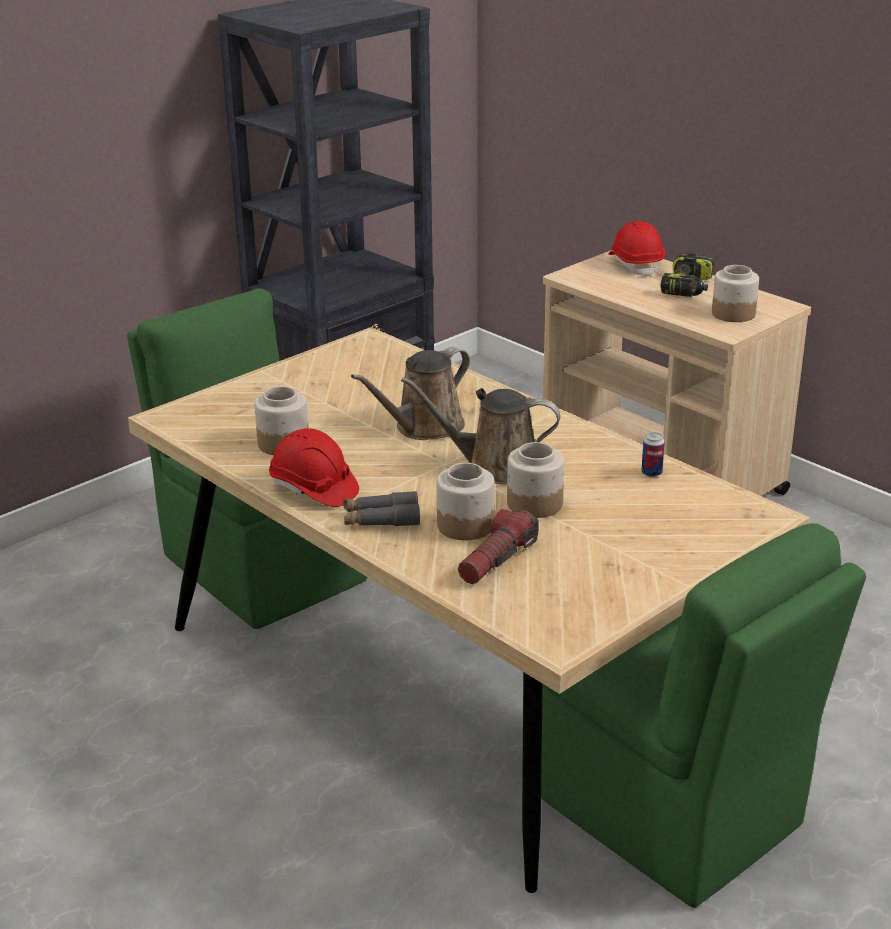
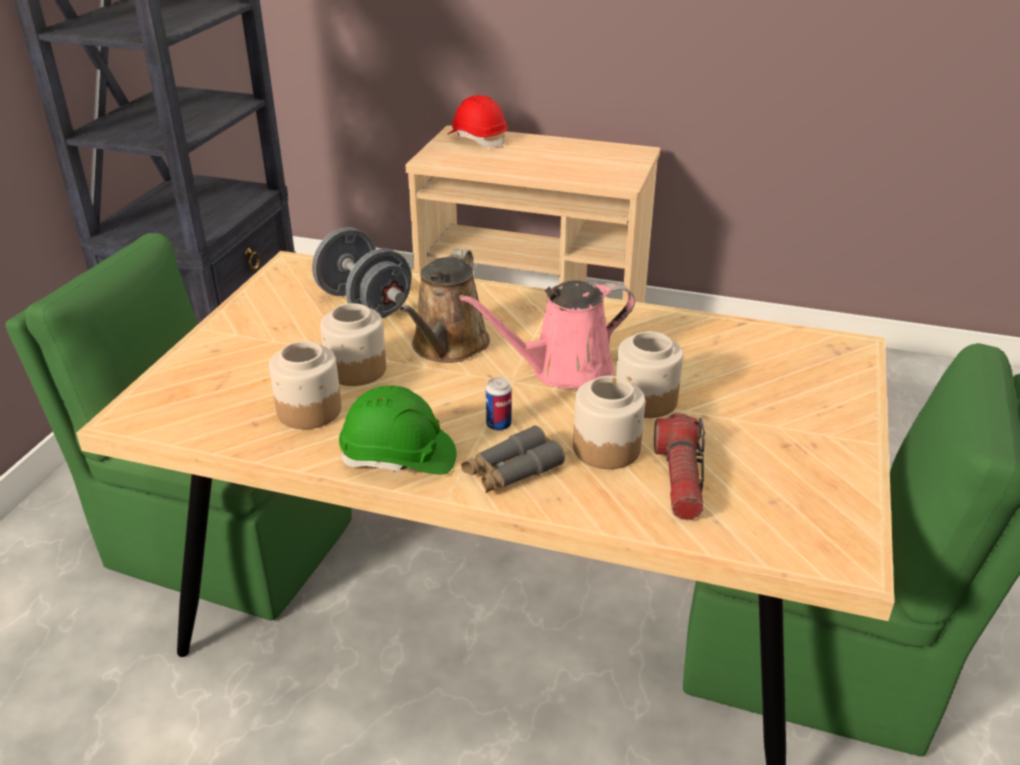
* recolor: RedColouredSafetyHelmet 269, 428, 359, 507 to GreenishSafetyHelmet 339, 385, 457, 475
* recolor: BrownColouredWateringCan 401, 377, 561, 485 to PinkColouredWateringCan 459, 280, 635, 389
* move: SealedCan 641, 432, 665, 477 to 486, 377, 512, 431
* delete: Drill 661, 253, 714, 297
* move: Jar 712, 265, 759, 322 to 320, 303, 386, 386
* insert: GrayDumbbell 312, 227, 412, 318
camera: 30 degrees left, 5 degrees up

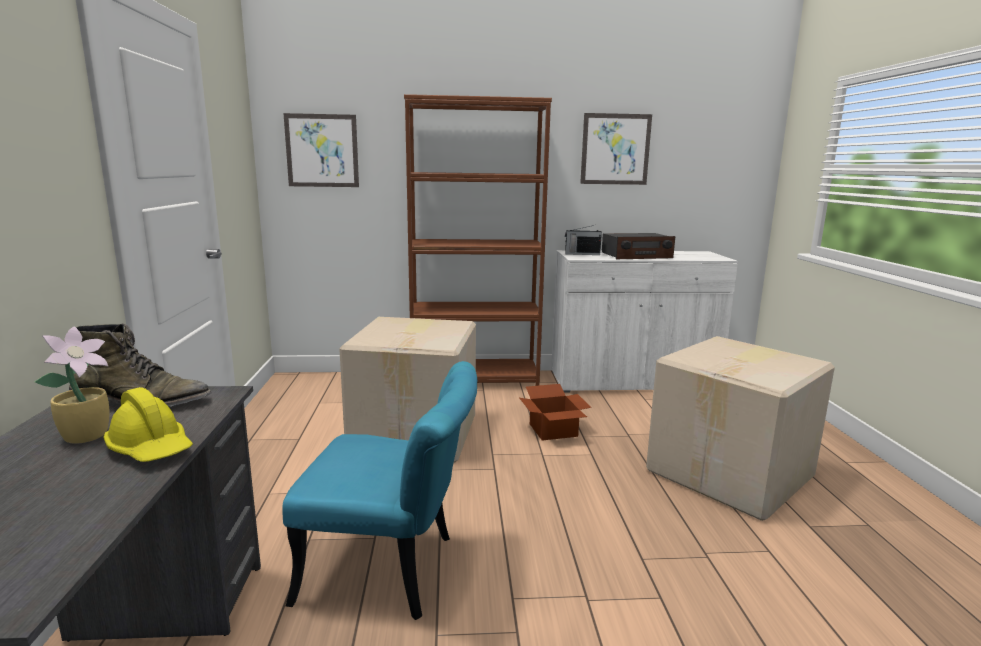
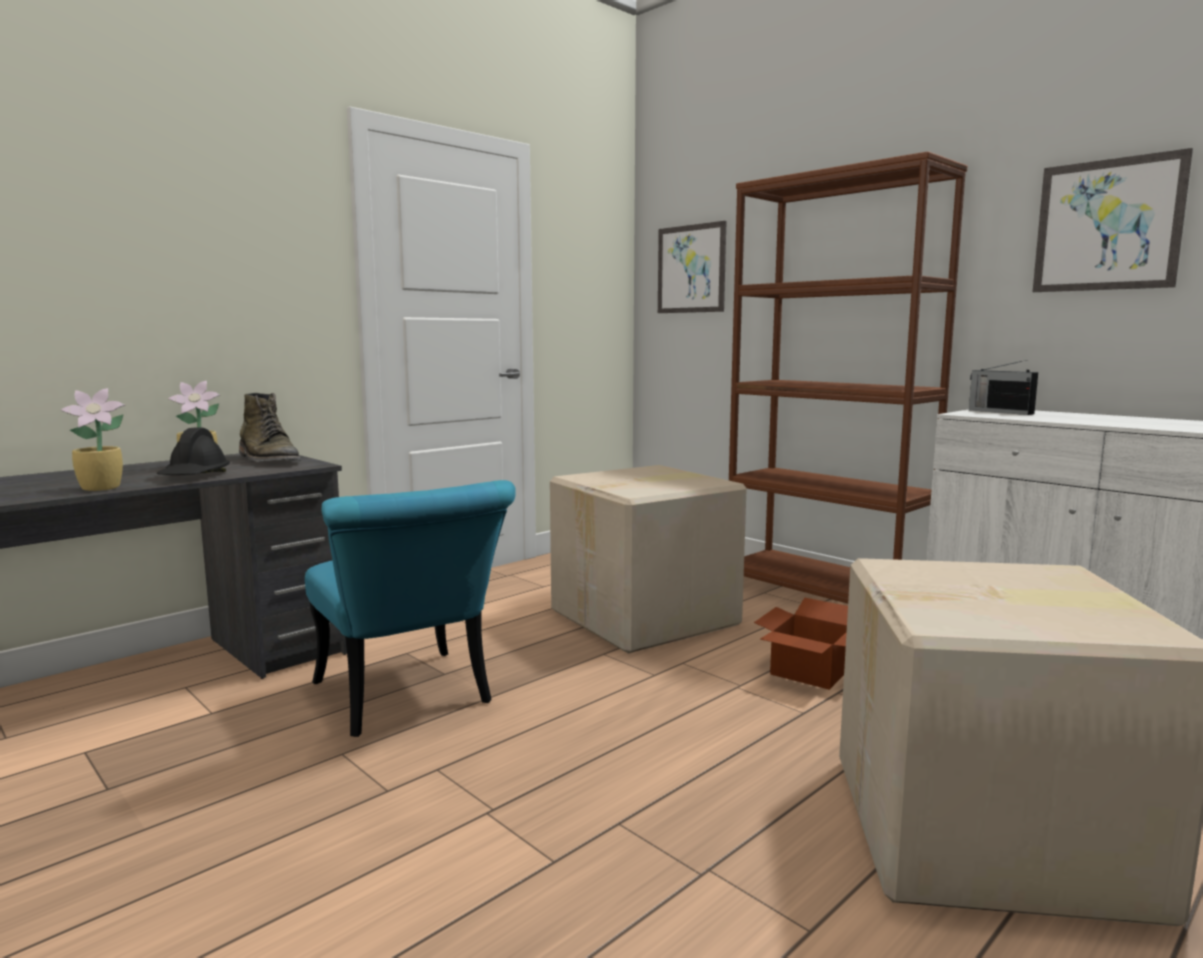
* recolor: YellowishSafetyHelmet 103, 387, 193, 462 to BlackishSafetyHelmet 157, 428, 230, 475
* delete: Radio 602, 233, 675, 259
* insert: PottedPlant 60, 388, 125, 491
camera: 50 degrees right, 5 degrees down

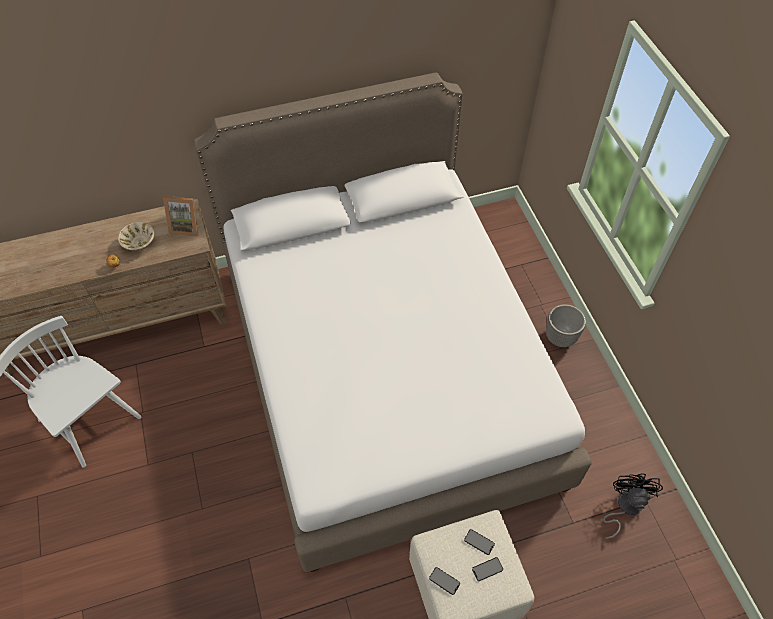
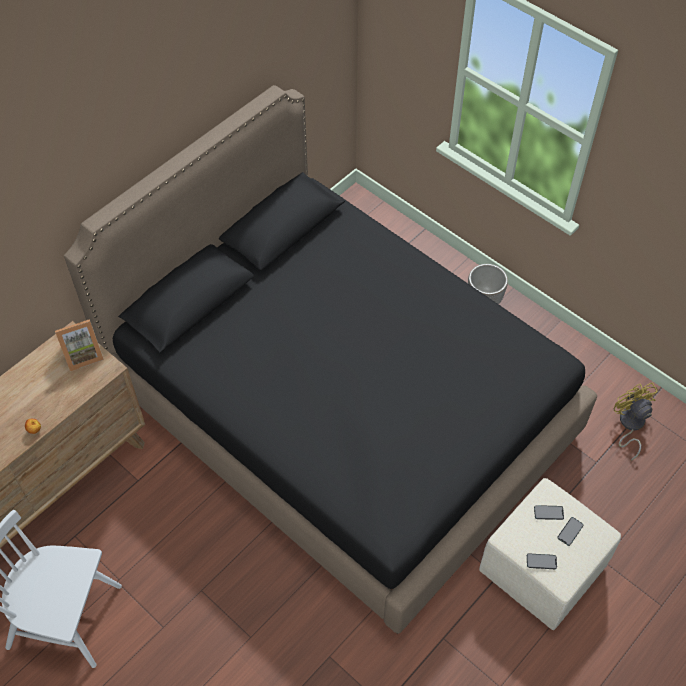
* delete: SandColouredBowl 118, 222, 155, 250
* recolor: WhiteBed 194, 72, 592, 572 to BlackishBed 64, 85, 597, 634
* recolor: BlackishFan 603, 474, 663, 539 to YellowishFan 613, 382, 657, 461
camera: 30 degrees left, 0 degrees up

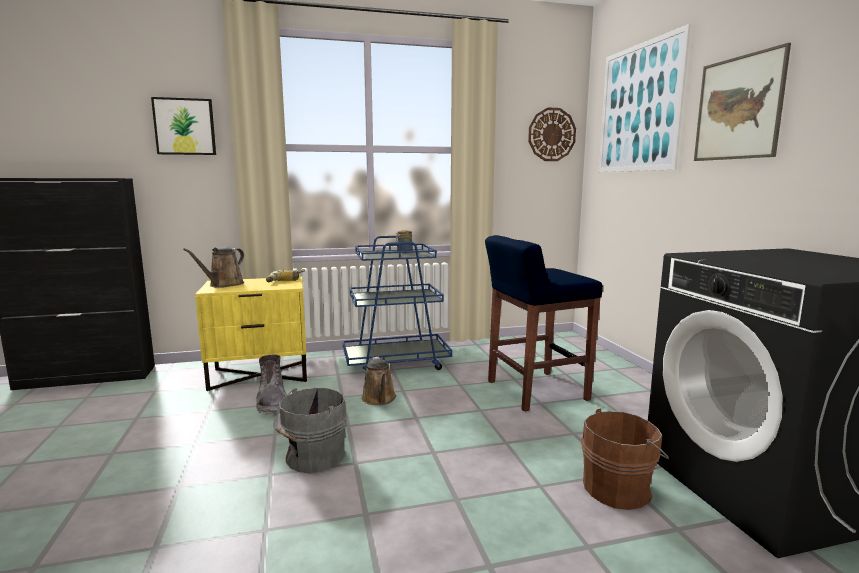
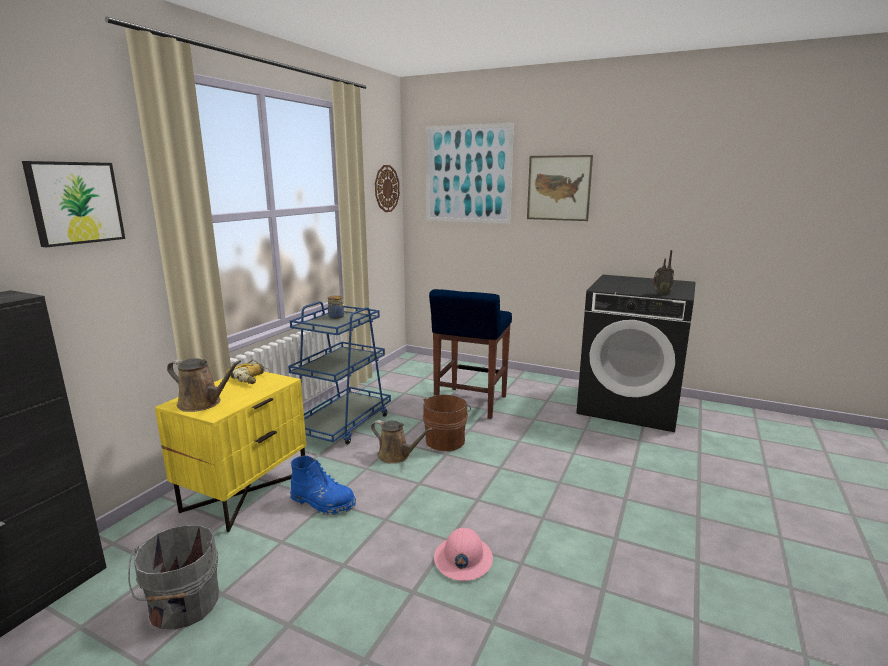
* rotate: BrownColouredWateringCan 183, 247, 244, 288 = 167, 358, 241, 412 45 degrees counterclockwise
* recolor: GrayBoot 256, 355, 287, 415 to BluishBoot 290, 456, 356, 515
* move: GrayBucket 273, 387, 347, 473 to 128, 525, 219, 629
* move: BrownColouredBucket 581, 409, 669, 510 to 423, 394, 471, 451
* insert: PinkColouredSafetyHelmet 434, 528, 493, 581
* insert: Radio 653, 250, 674, 295
camera: 50 degrees left, 5 degrees up

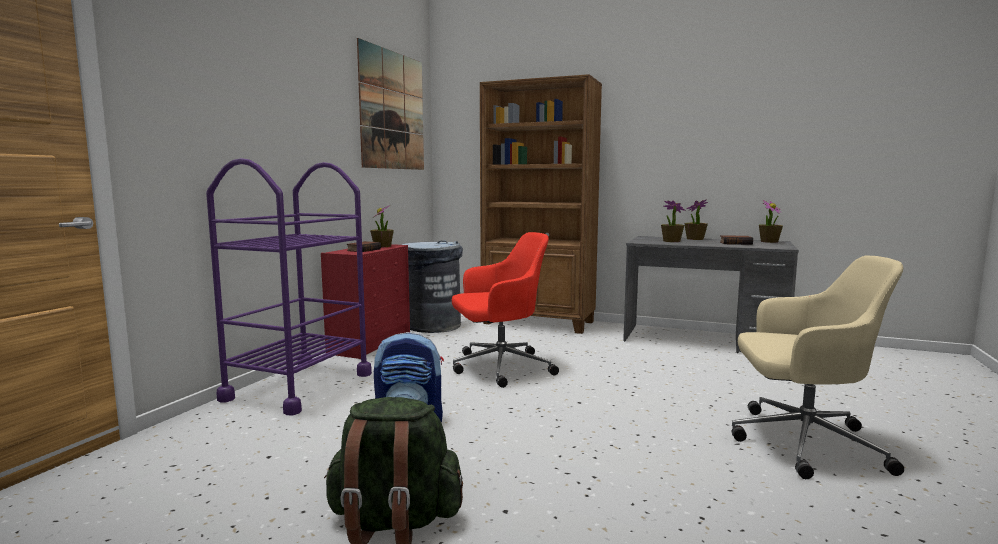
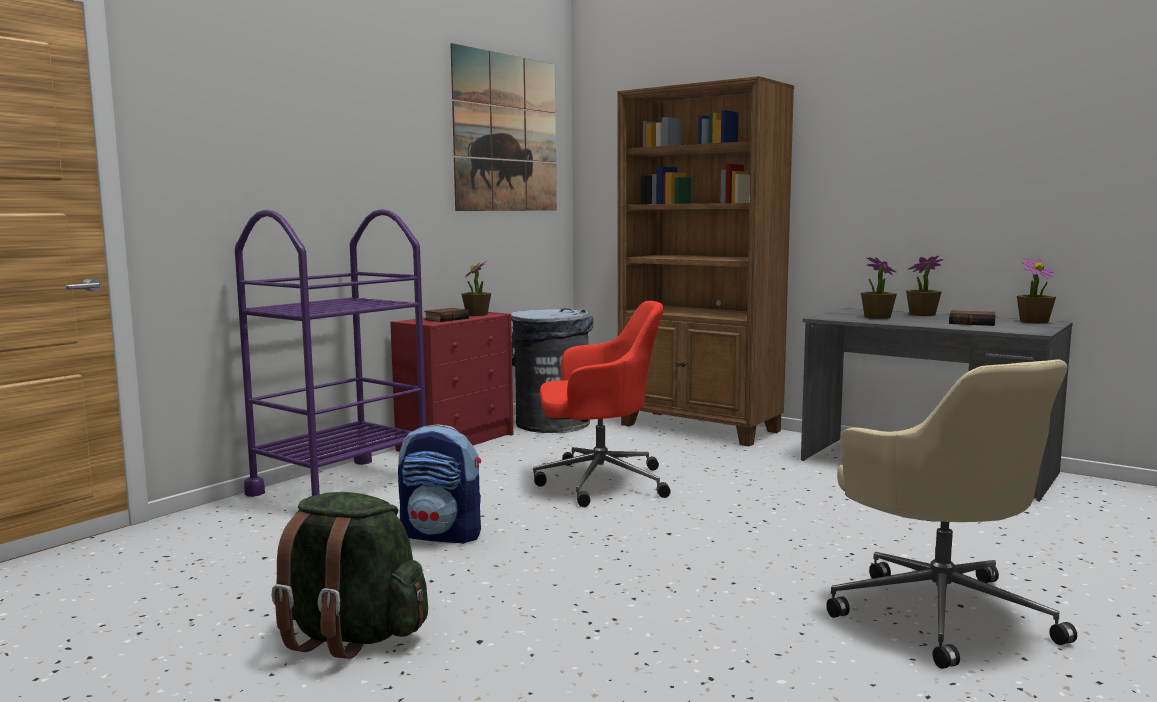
* rotate: SandColouredOfficeChair 732, 256, 904, 479 = 826, 360, 1077, 669 45 degrees clockwise
camera: 15 degrees right, 0 degrees up

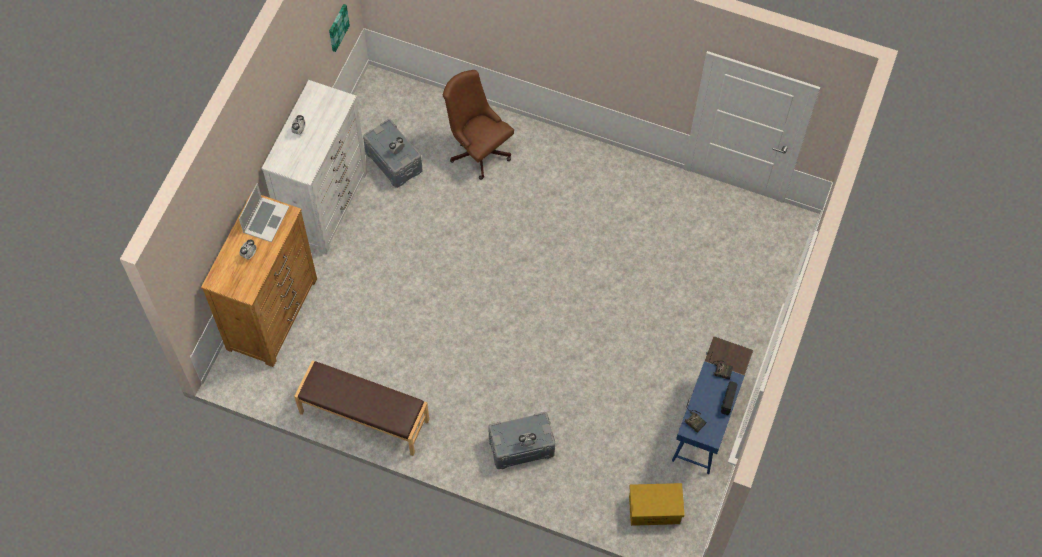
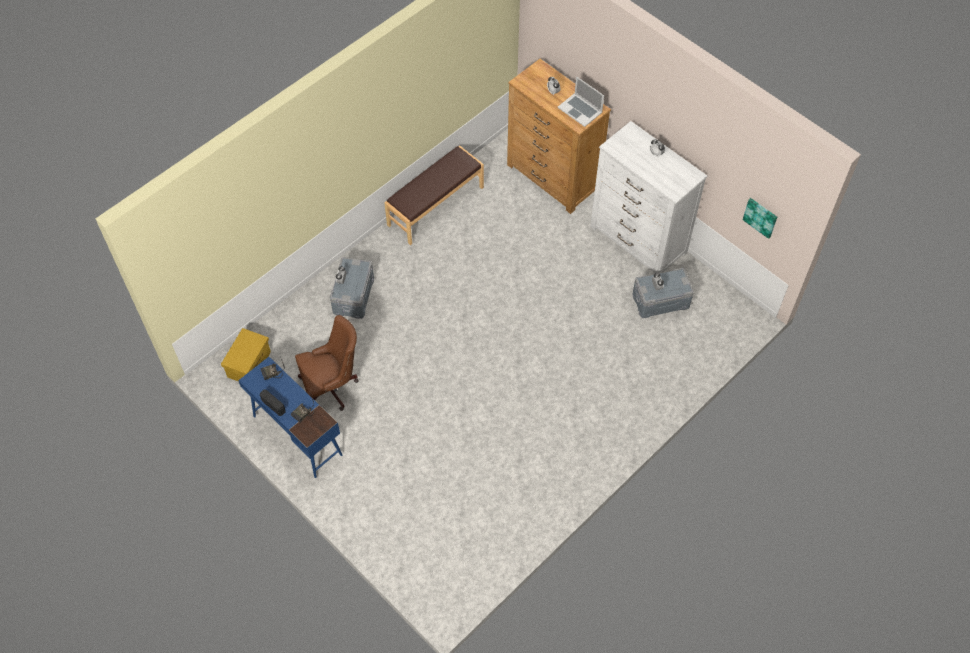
* move: BrownColouredOfficeChair 442, 70, 514, 180 to 295, 315, 359, 411
camera: 115 degrees right, 5 degrees down

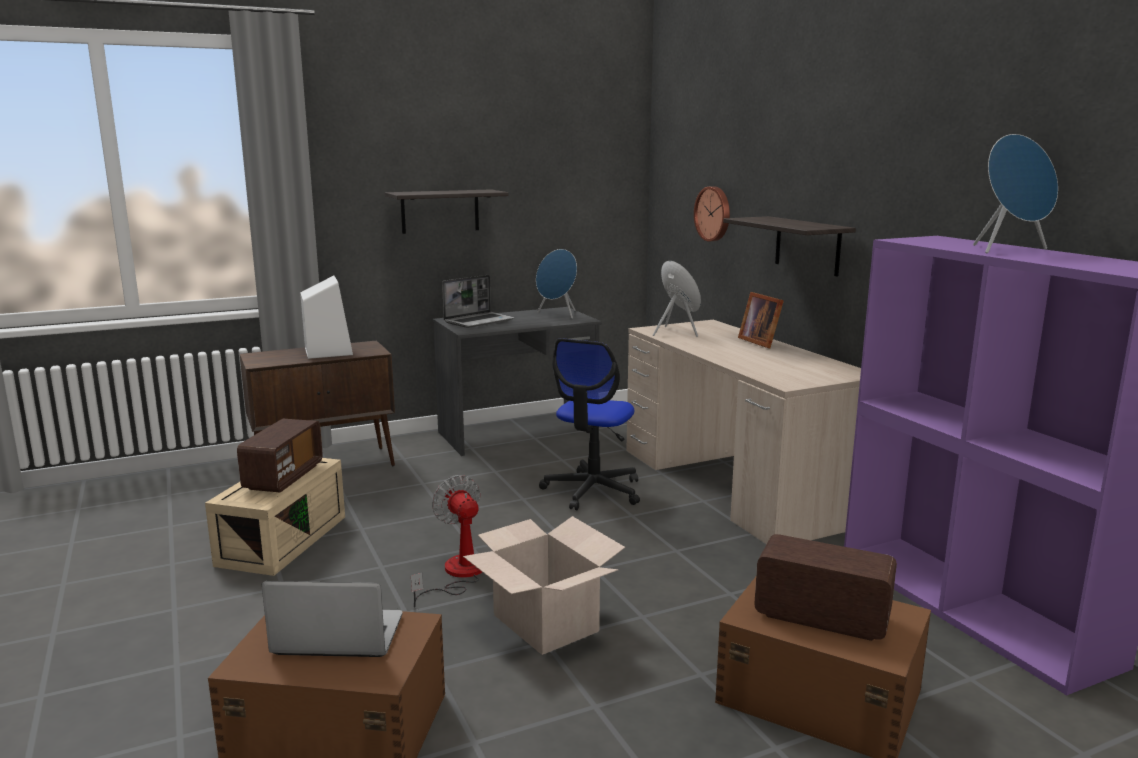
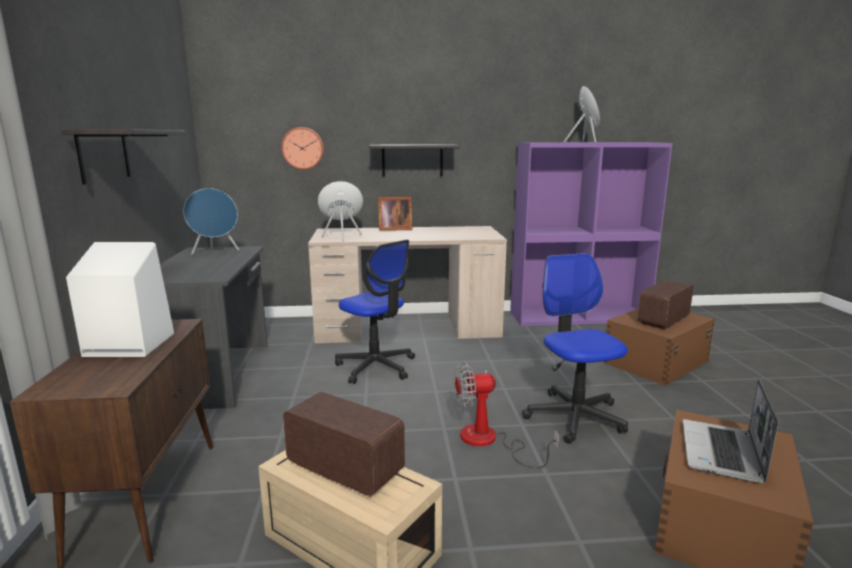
* delete: Laptop 442, 275, 515, 328
* replace: Carton 463, 516, 625, 655 to OfficeChair 522, 253, 628, 444
camera: 70 degrees left, 0 degrees up

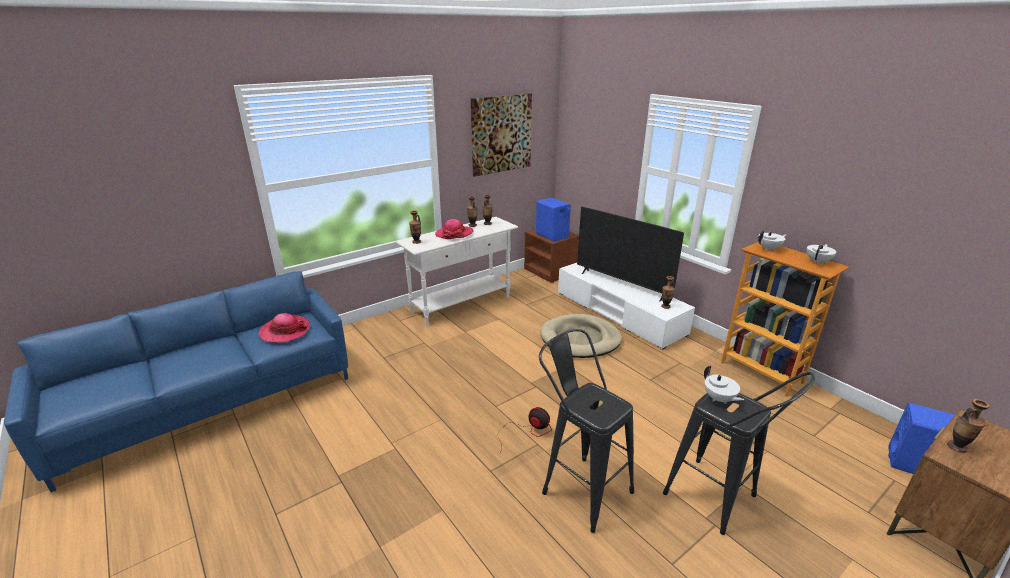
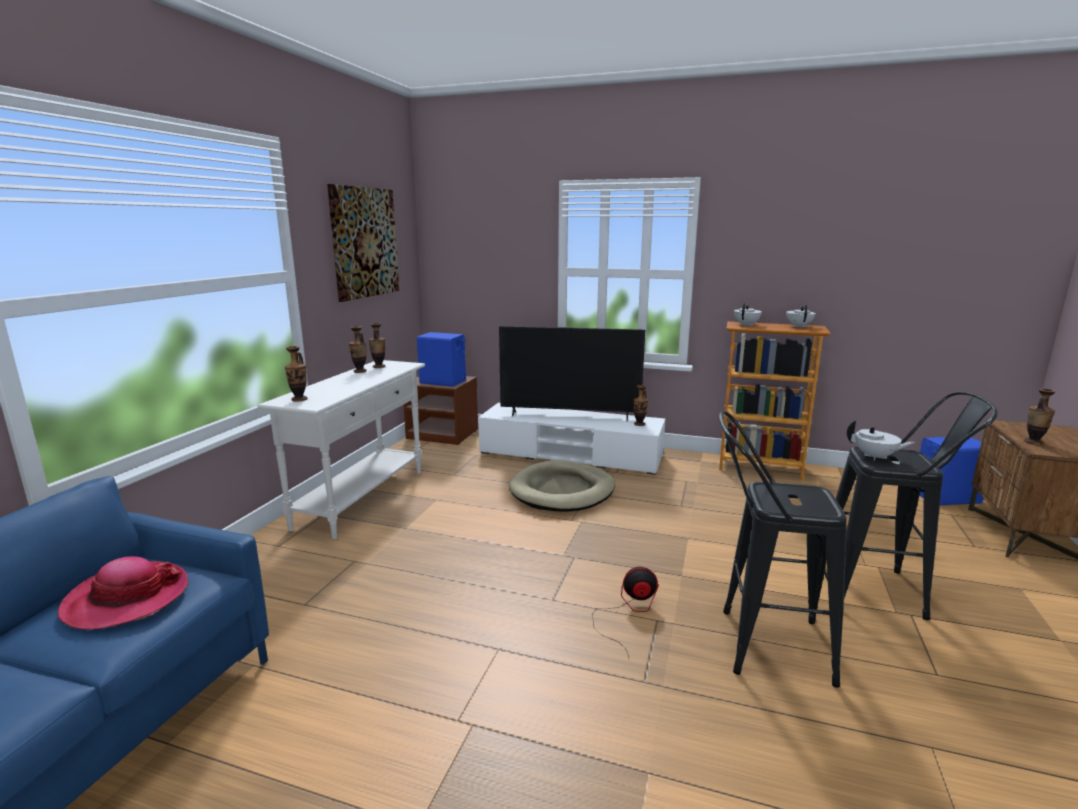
* delete: ClothingHat 435, 219, 474, 239
camera: 35 degrees left, 10 degrees down

